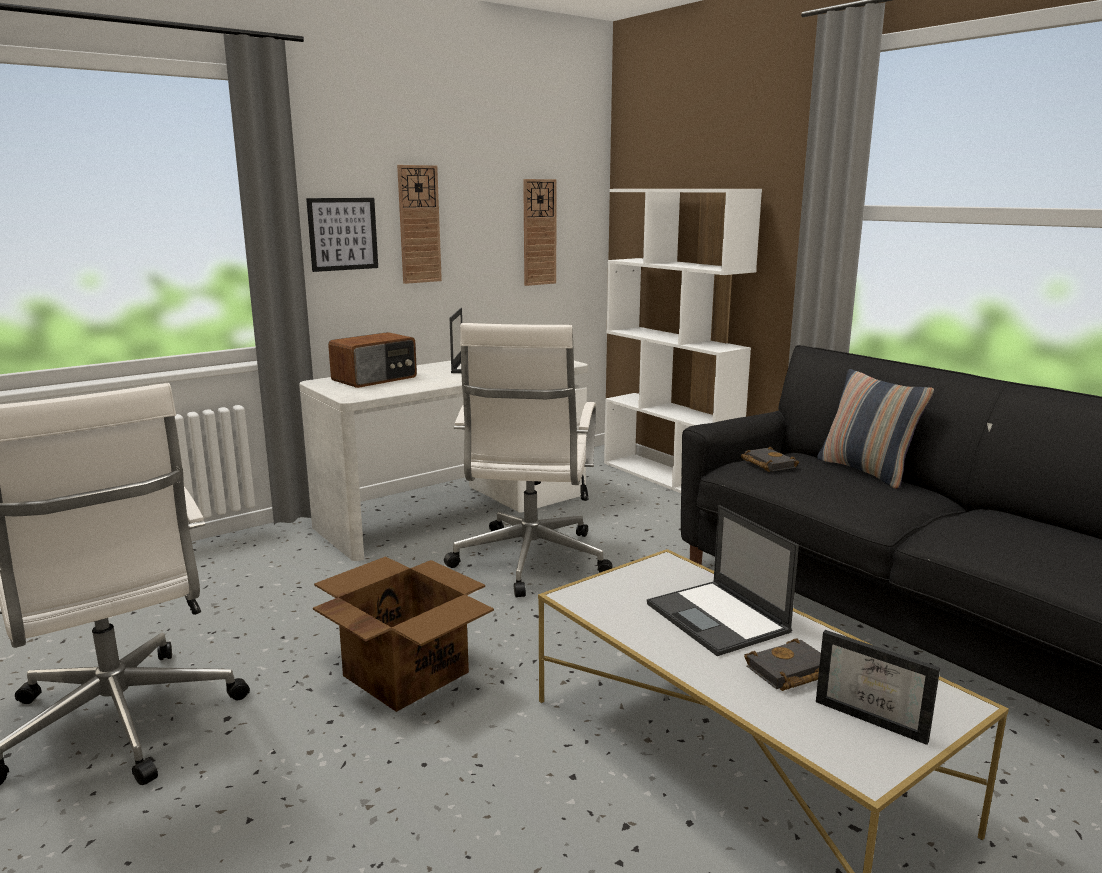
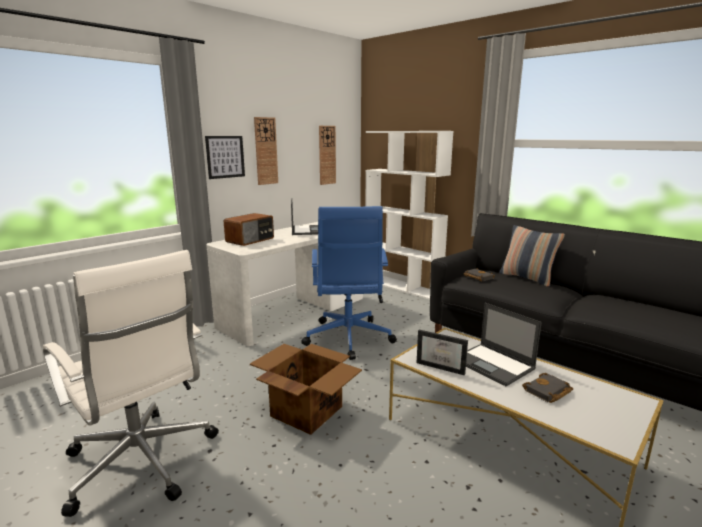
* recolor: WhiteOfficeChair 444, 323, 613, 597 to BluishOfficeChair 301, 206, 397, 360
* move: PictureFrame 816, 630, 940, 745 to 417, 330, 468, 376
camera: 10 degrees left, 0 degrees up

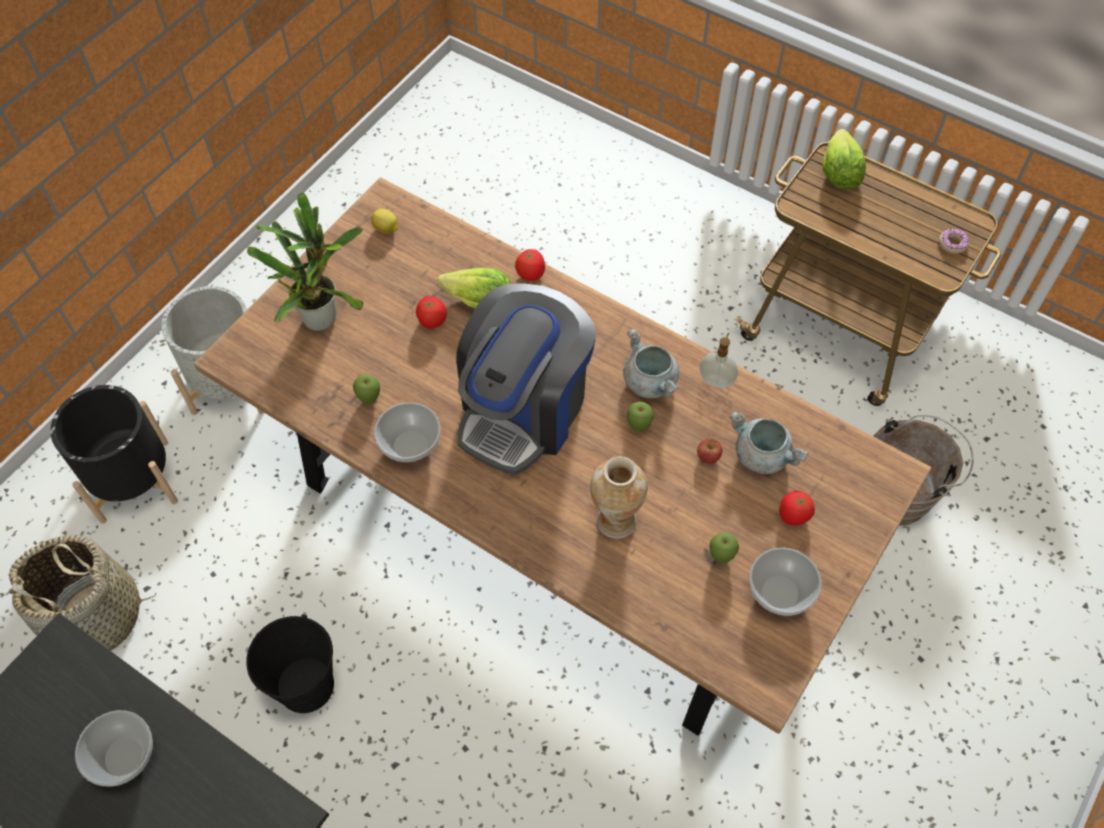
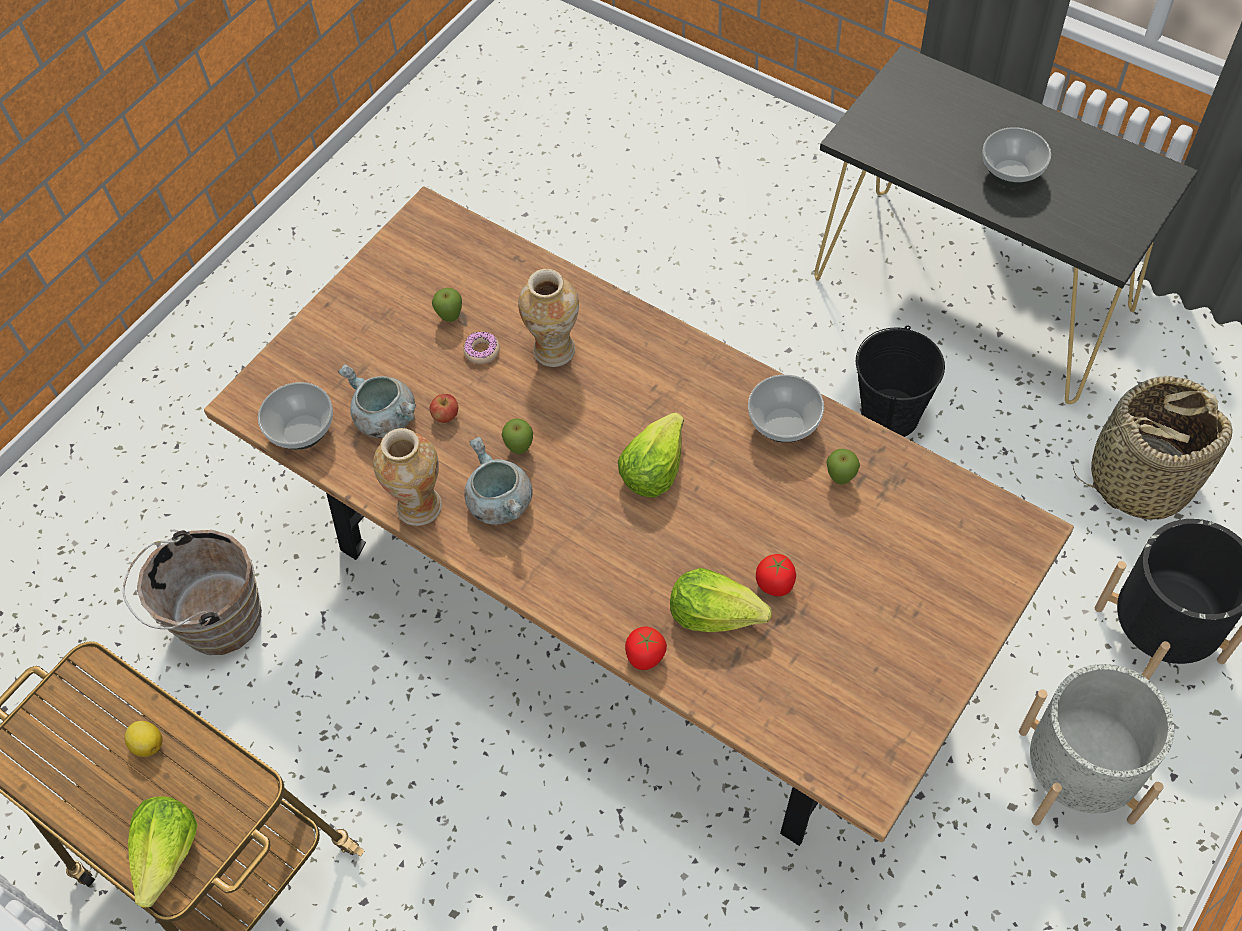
* delete: PottedPlant 247, 192, 364, 331
* move: CitrusFruit 371, 209, 398, 234 to 125, 721, 163, 757
* replace: CoffeeBrewer 456, 283, 596, 475 to Lettuce 618, 413, 684, 498
* replace: SoapBottle 700, 333, 738, 388 to DecorativeVase 373, 428, 442, 526
* move: Bowl 749, 548, 821, 616 to 258, 382, 333, 449
* delete: WholeTomato 779, 491, 815, 526
* move: Doughnut 939, 229, 969, 254 to 463, 332, 500, 364
camera: 175 degrees left, 0 degrees up

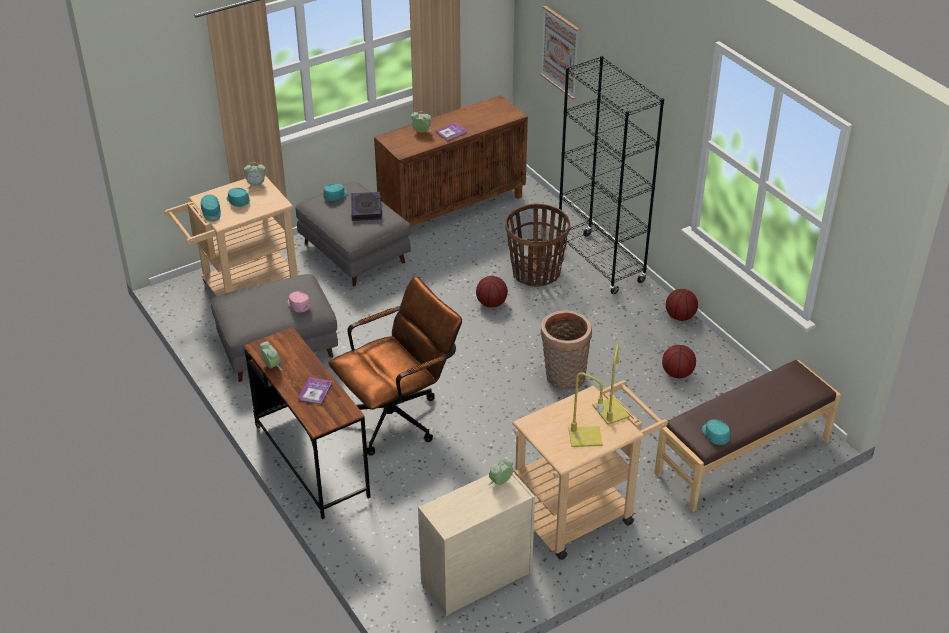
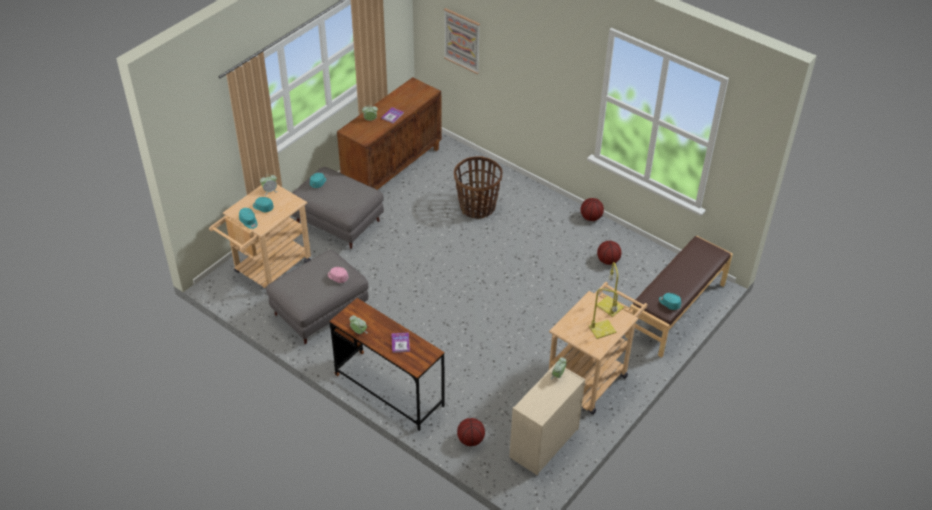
* delete: BrownColouredOfficeChair 329, 276, 462, 456
* delete: BoundBook 351, 192, 382, 221
* move: Basketball 476, 276, 508, 308 to 457, 418, 485, 446
* delete: StorageBasket 540, 310, 592, 390
* delete: BlackishBookcase 558, 56, 664, 294
camera: 20 degrees left, 5 degrees up

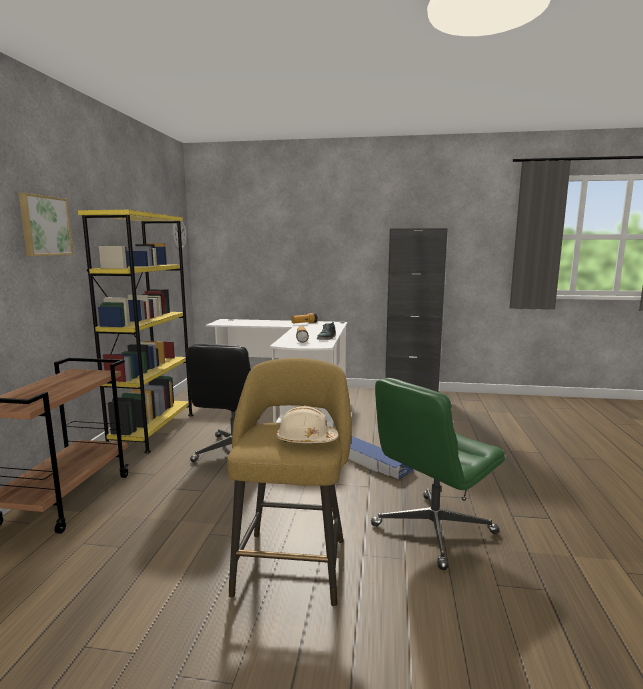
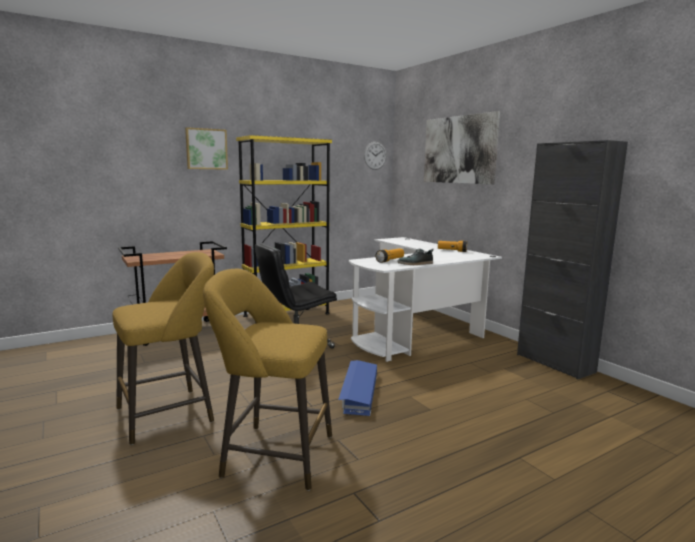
* delete: SandColouredSafetyHelmet 276, 405, 339, 443
* replace: GreenishOfficeChair 371, 377, 505, 570 to YellowishSittingStool 203, 269, 332, 491
* insert: Picture 424, 111, 500, 184
camera: 50 degrees right, 0 degrees up

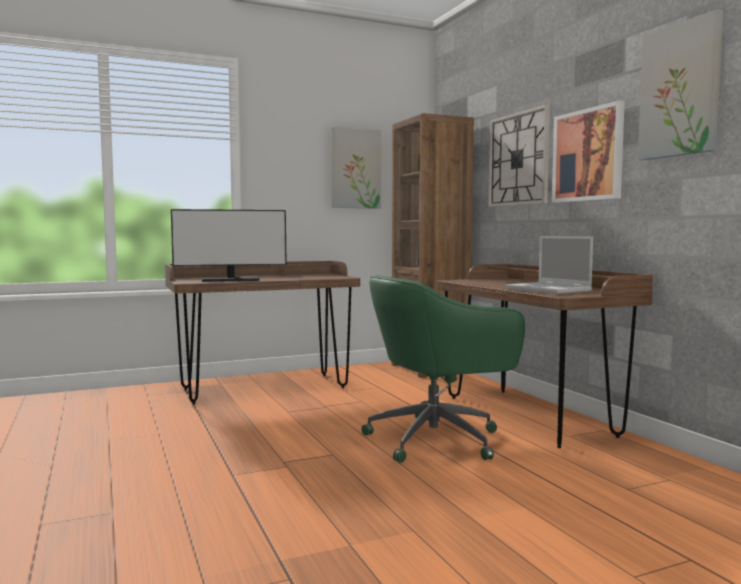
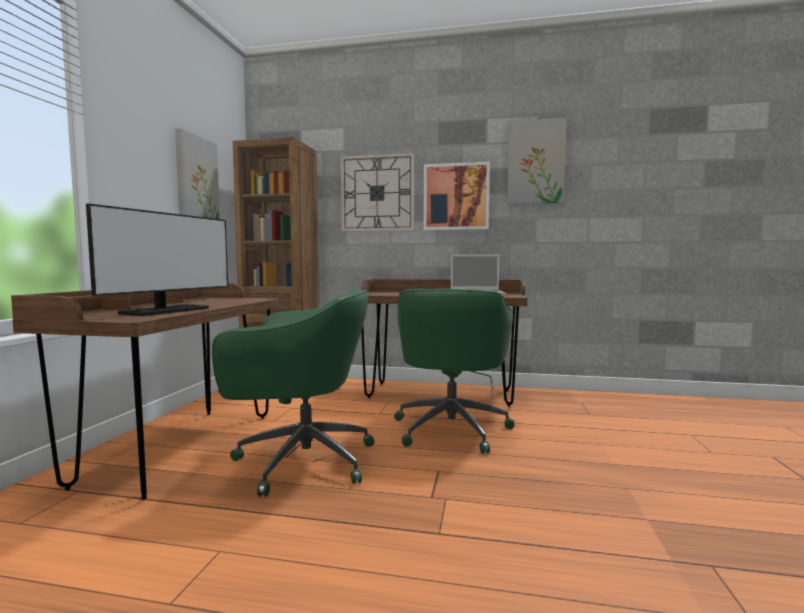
* insert: GreenishOfficeChair 212, 289, 375, 497
camera: 55 degrees left, 0 degrees up

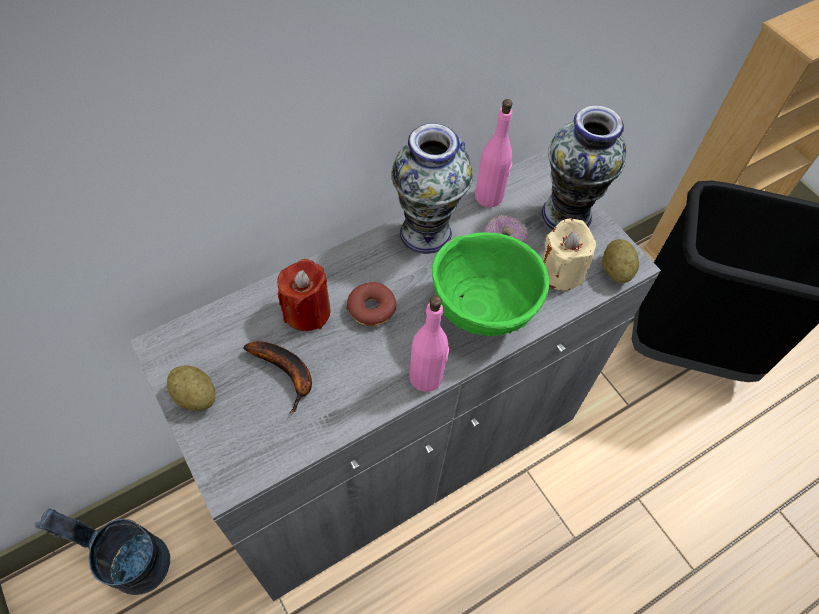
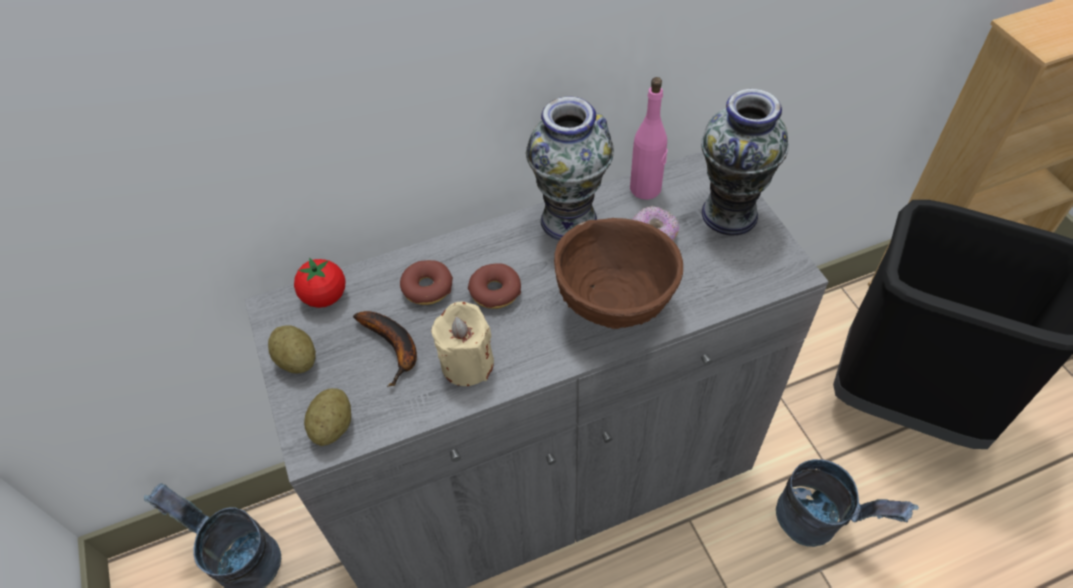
* replace: RedColouredWaxLight 277, 259, 330, 331 to Doughnut 400, 260, 453, 305
* delete: PinkColouredBottle 409, 296, 449, 392
* recolor: GreenishBowl 432, 232, 549, 337 to BrownColouredBowl 554, 218, 683, 329
* move: SandColouredWaxLight 542, 218, 596, 291 to 431, 302, 494, 386
* move: WholePotato 602, 239, 639, 284 to 304, 388, 351, 446
* insert: WholeTomato 294, 258, 346, 308
* insert: GrayBucket 776, 459, 919, 547
camera: 15 degrees right, 5 degrees down

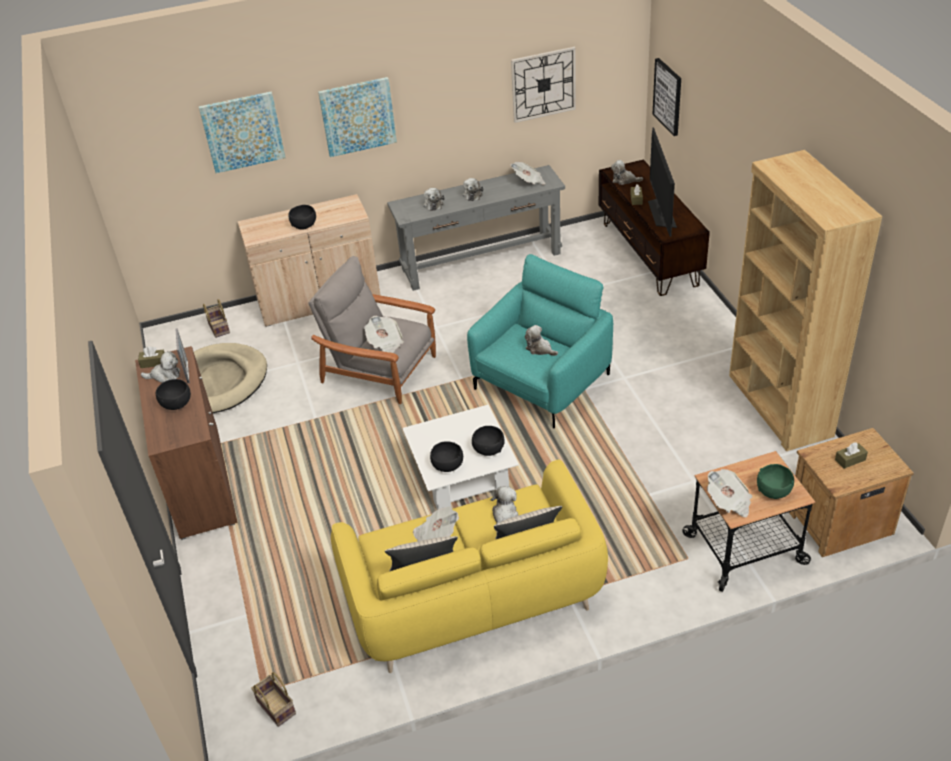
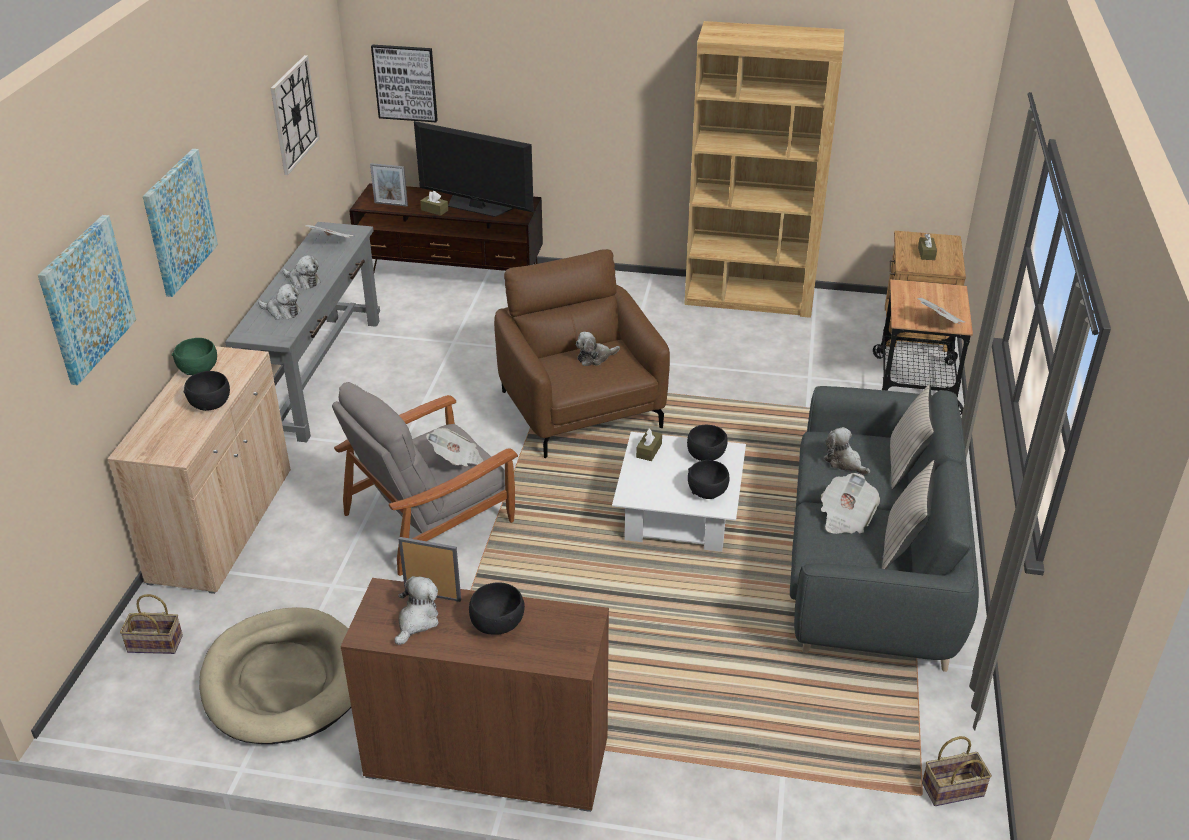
* move: BrownColouredBoxOfTissues 138, 346, 165, 368 to 636, 429, 662, 461
* recolor: YellowishSettee 331, 460, 608, 673 to GraySettee 790, 386, 979, 672
* recolor: TurquoiseArmchair 467, 254, 613, 428 to BrownColouredArmchair 494, 249, 670, 458
* replace: SoftToy 611, 160, 643, 185 to PictureFrame 370, 163, 408, 207
* move: GreenishBowl 757, 464, 794, 499 to 172, 338, 217, 375
camera: 65 degrees left, 5 degrees down

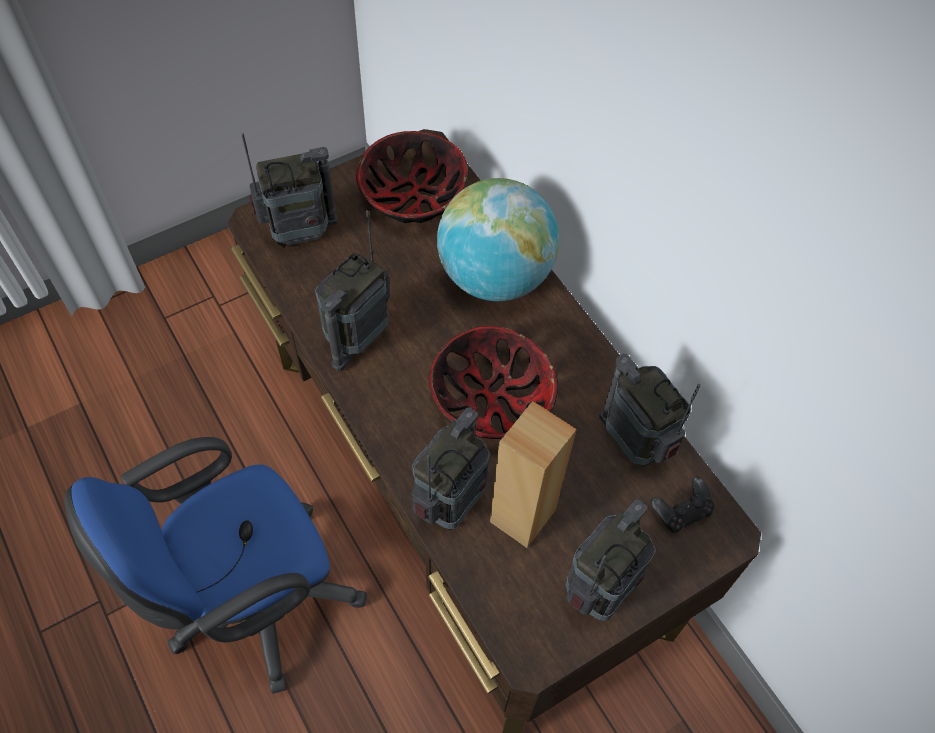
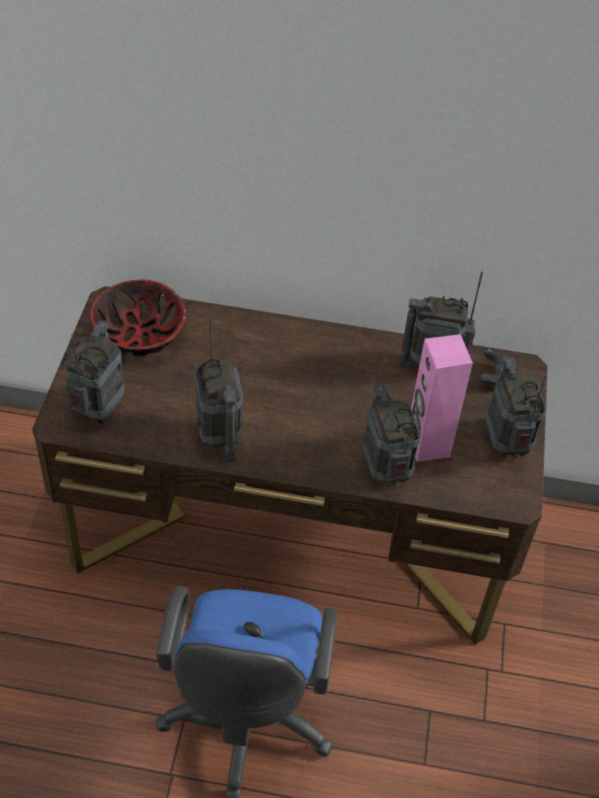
* delete: Bowl 429, 326, 558, 439
* delete: Globe 437, 178, 559, 301
* recolor: BrownColouredSpeaker 490, 401, 577, 548 to PinkColouredSpeaker 411, 334, 473, 462
camera: 50 degrees left, 10 degrees down

